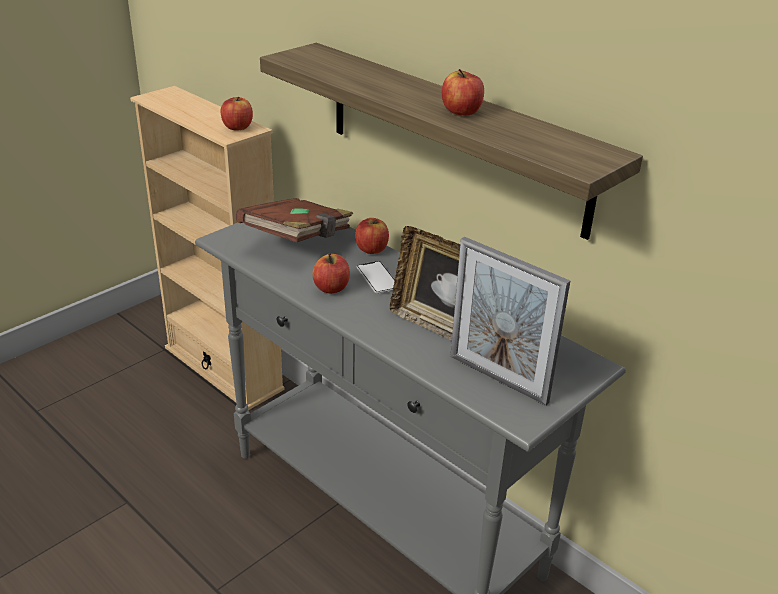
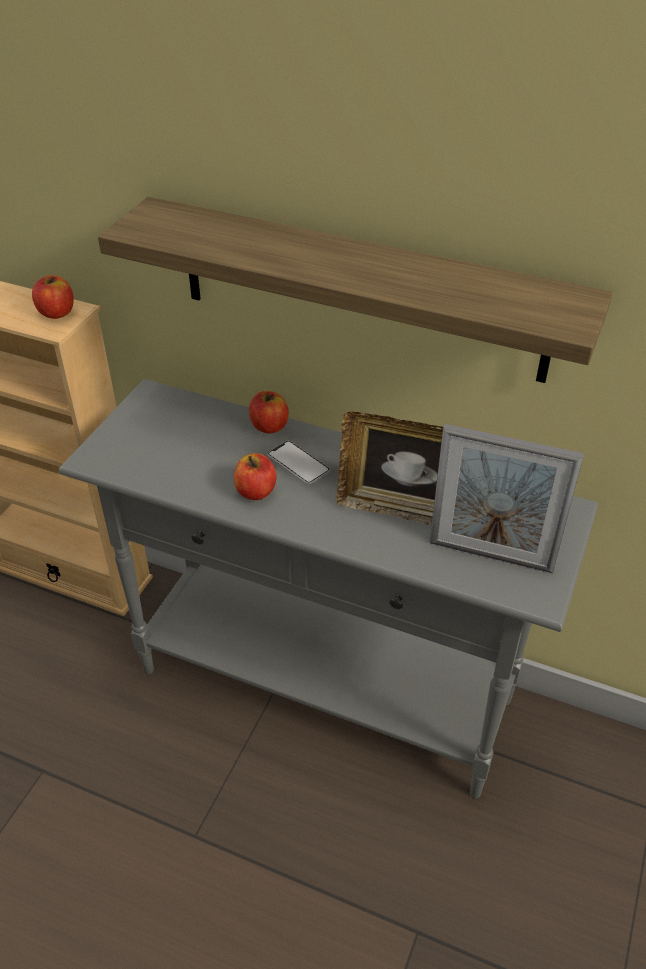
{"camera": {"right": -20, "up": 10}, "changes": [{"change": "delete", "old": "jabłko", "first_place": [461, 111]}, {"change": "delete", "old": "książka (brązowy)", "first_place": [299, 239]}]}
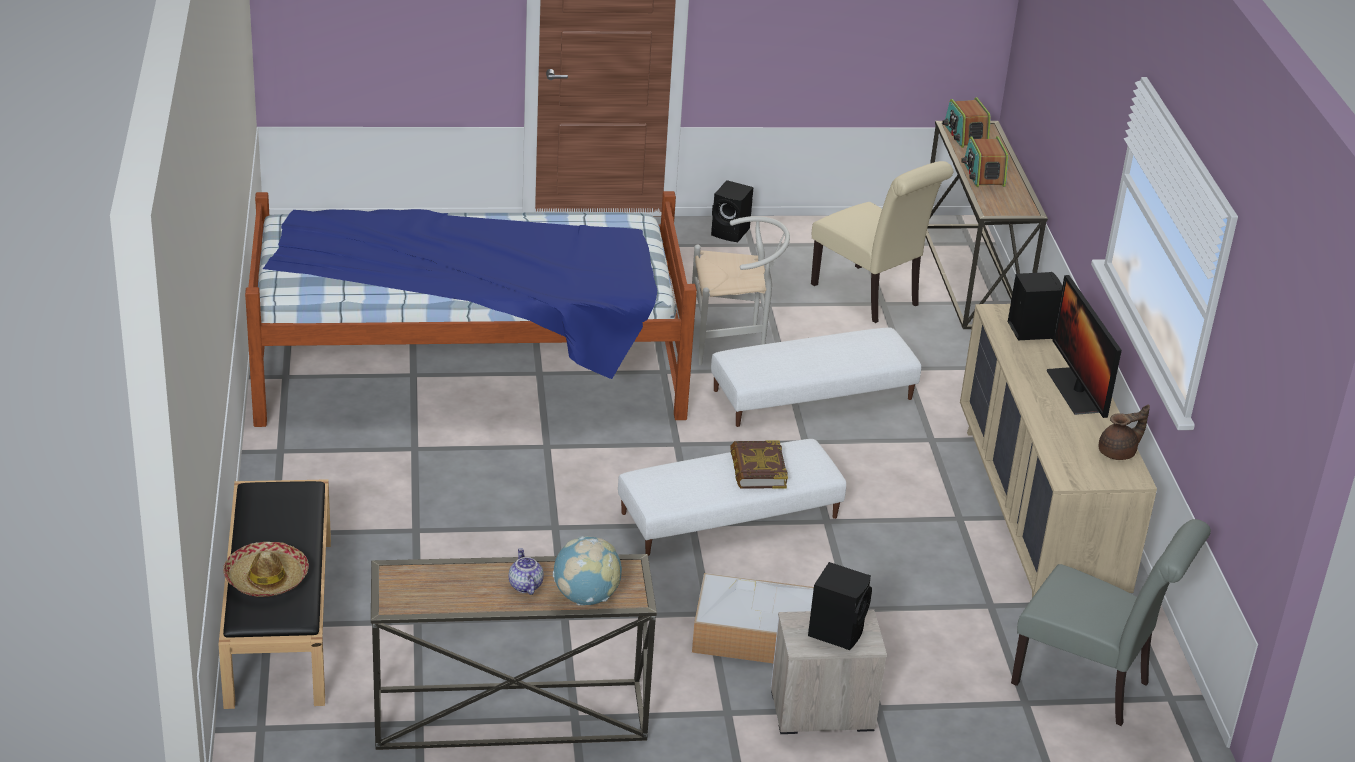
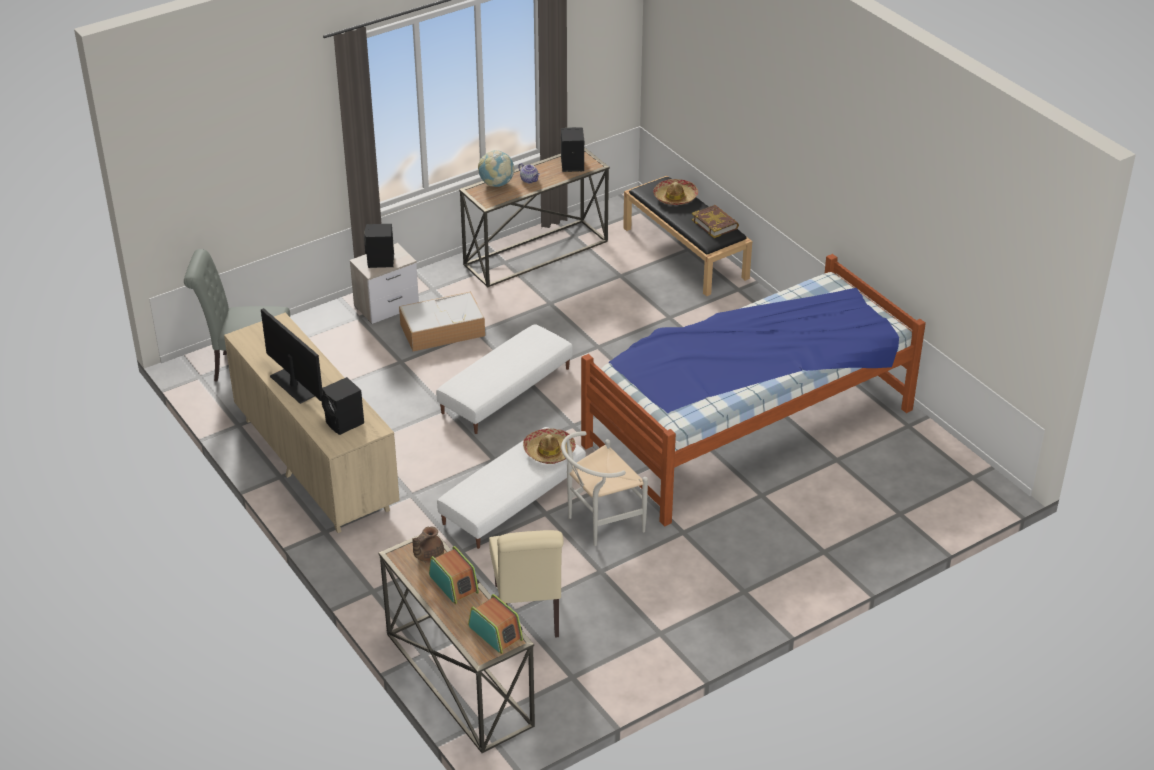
{"camera": {"right": 155, "up": 5}, "changes": [{"change": "rotate", "old": "krzesło (beżowy)", "first_place": [870, 297], "second_place": [528, 614], "degrees": -120}, {"change": "move", "old": "głośnik (czarny)", "first_place": [731, 232], "second_place": [571, 165]}, {"change": "move", "old": "imbryk (brązowy)", "first_place": [1118, 453], "second_place": [428, 556]}, {"change": "move", "old": "książka", "first_place": [757, 470], "second_place": [715, 224]}, {"change": "insert", "new": "kapelusz", "second_place": [549, 451]}]}
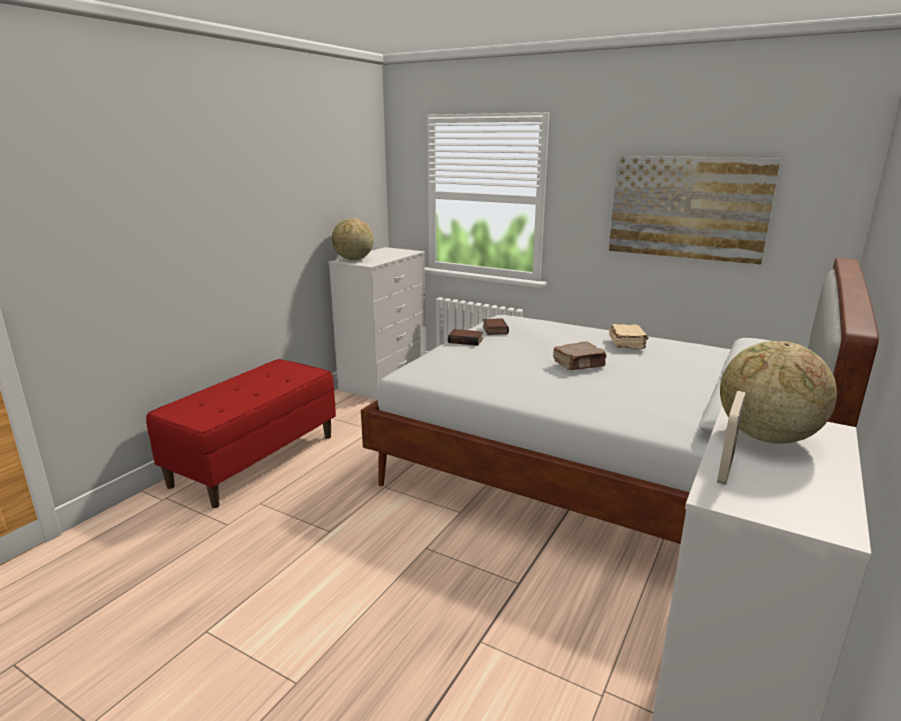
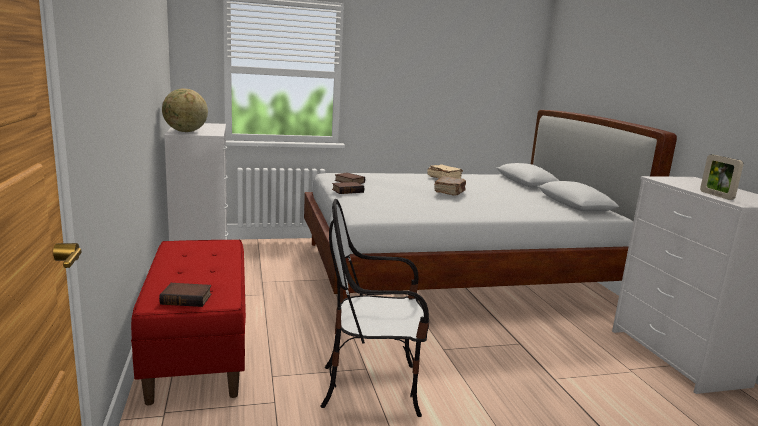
{"camera": {"right": -45, "up": -5}, "changes": [{"change": "delete", "old": "obraz", "first_place": [687, 208]}, {"change": "delete", "old": "globus", "first_place": [765, 437]}, {"change": "insert", "new": "krzesło", "second_place": [372, 387]}, {"change": "insert", "new": "książka", "second_place": [187, 298]}]}
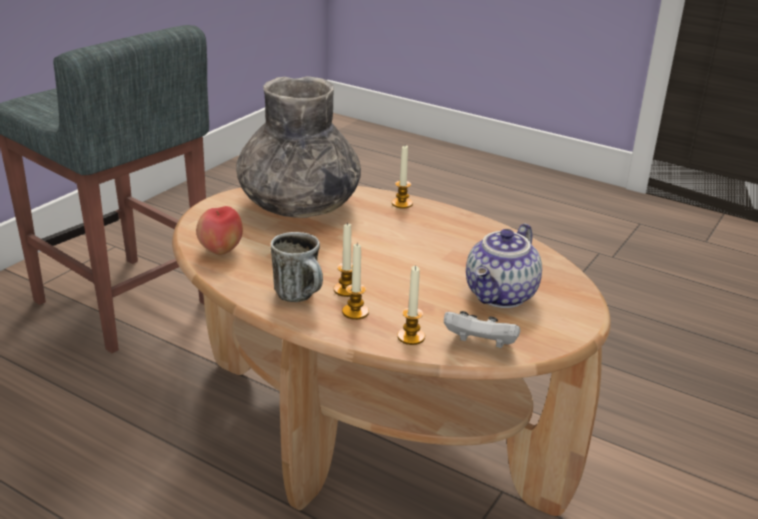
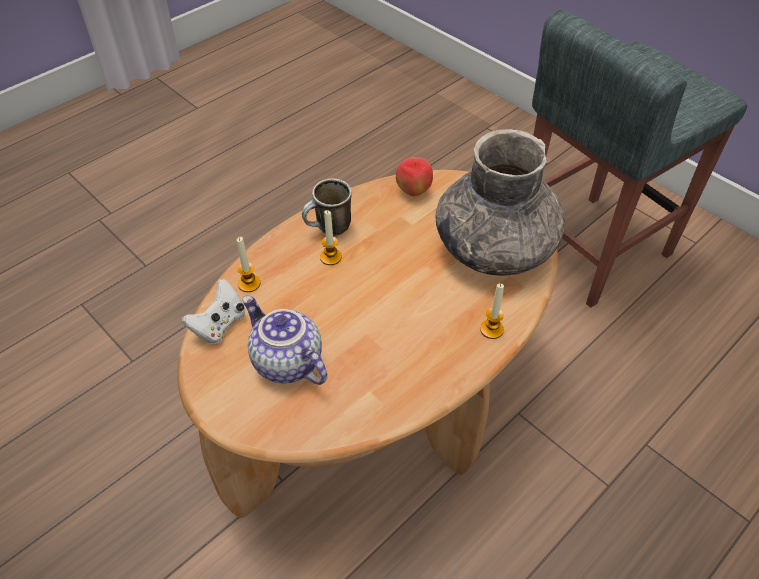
{"camera": {"right": 105, "up": 20}, "changes": [{"change": "delete", "old": "świeca", "first_place": [355, 312]}]}
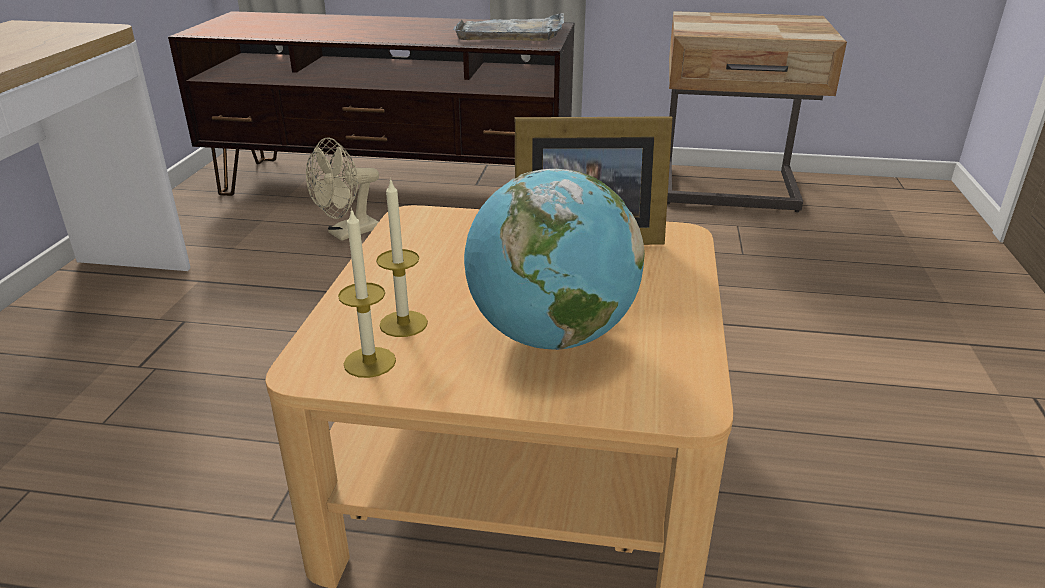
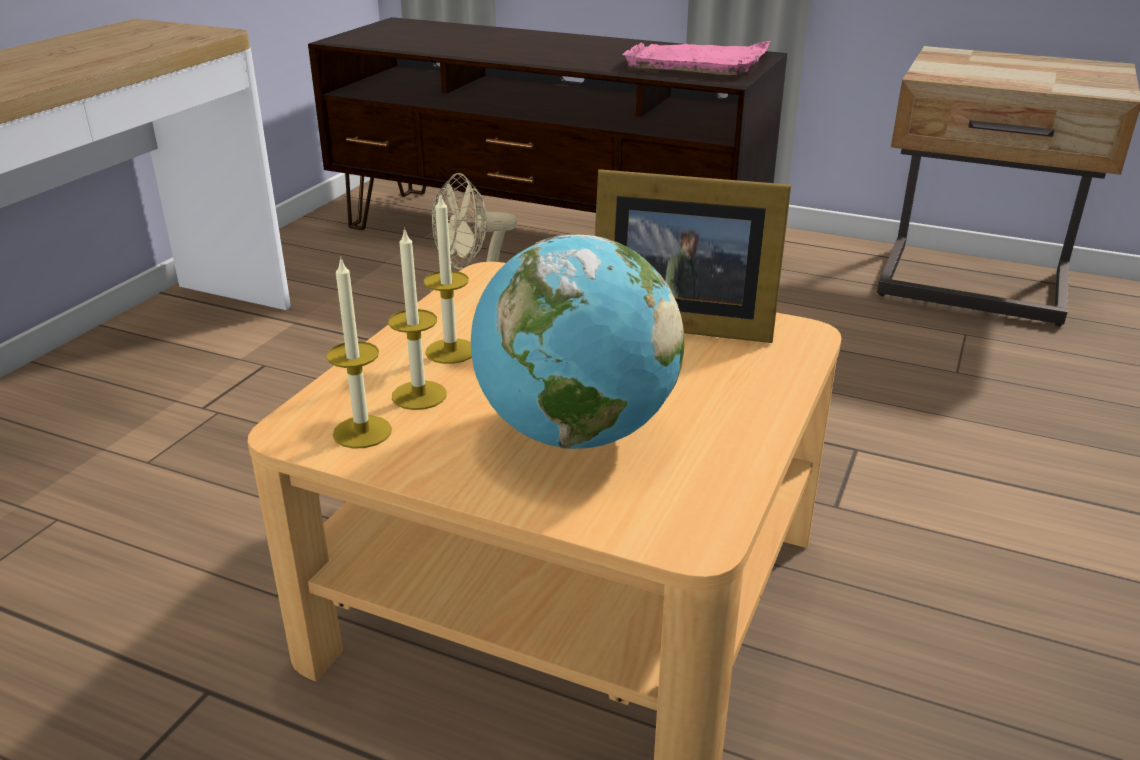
{"camera": {"right": 15, "up": 0}, "changes": [{"change": "recolor", "old": "taca (szary)", "new": "taca (różowy)", "first_place": [511, 33], "second_place": [698, 62]}, {"change": "insert", "new": "świeca", "second_place": [451, 351]}]}
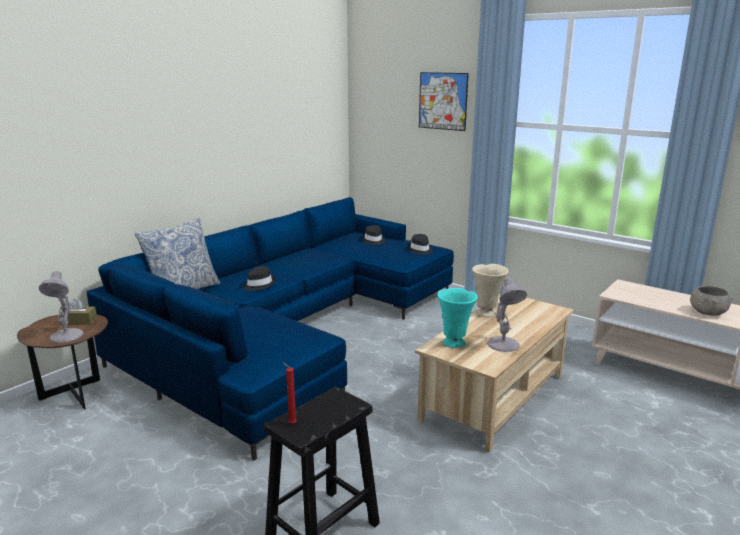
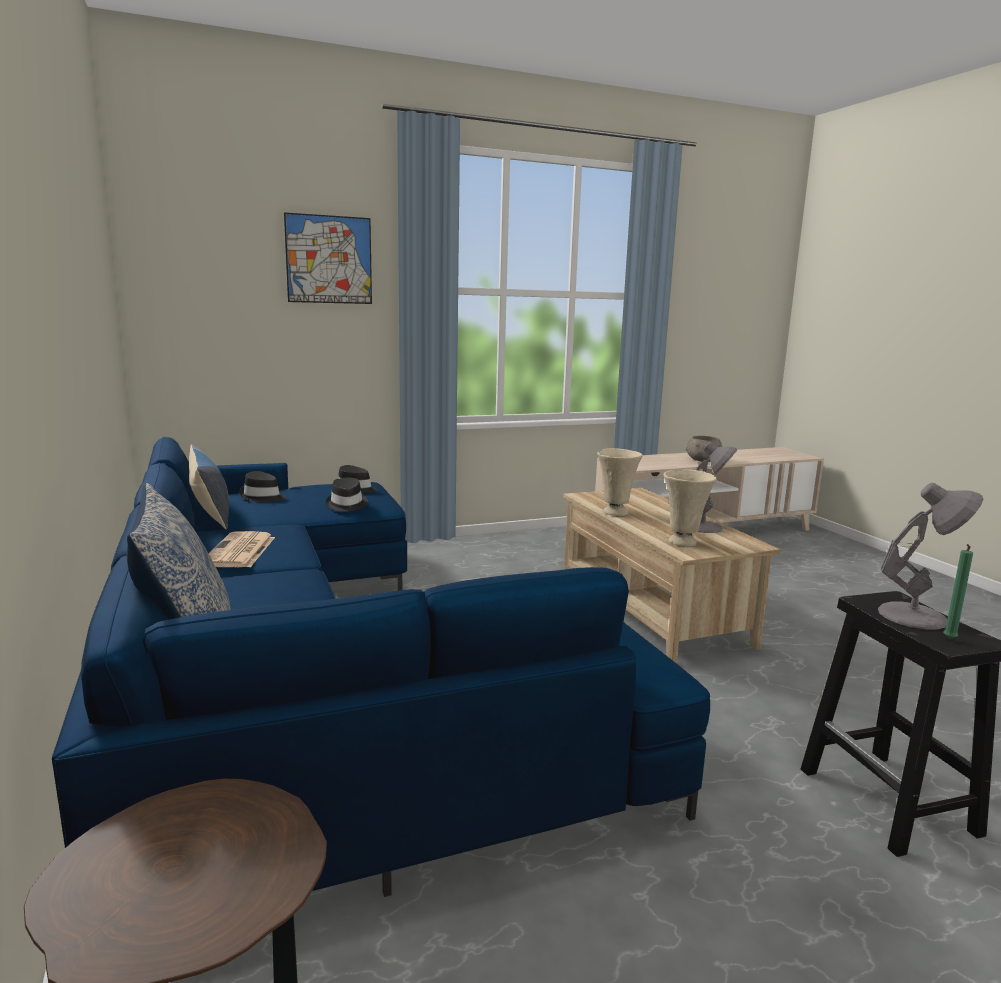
{"camera": {"right": -60, "up": -5}, "changes": [{"change": "move", "old": "kapelusz (czarny)", "first_place": [259, 284], "second_place": [346, 504]}, {"change": "move", "old": "lampa stołowa (szary)", "first_place": [66, 336], "second_place": [916, 616]}, {"change": "recolor", "old": "wazon (turkusowy)", "new": "wazon (beżowy)", "first_place": [455, 343], "second_place": [683, 542]}, {"change": "delete", "old": "pudełko chusteczek (brązowy)", "first_place": [79, 321]}, {"change": "recolor", "old": "świeca (czerwony)", "new": "świeca (zielony)", "first_place": [291, 423], "second_place": [949, 639]}, {"change": "insert", "new": "poduszka", "second_place": [210, 513]}, {"change": "insert", "new": "gazeta", "second_place": [240, 551]}]}
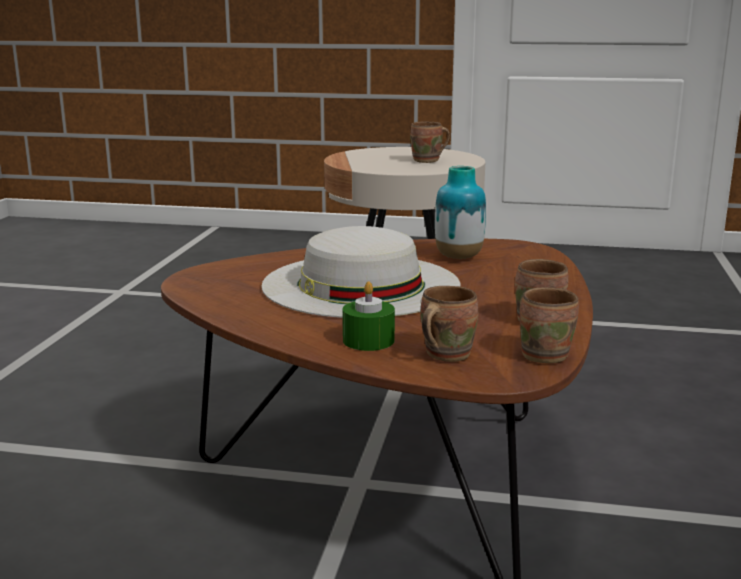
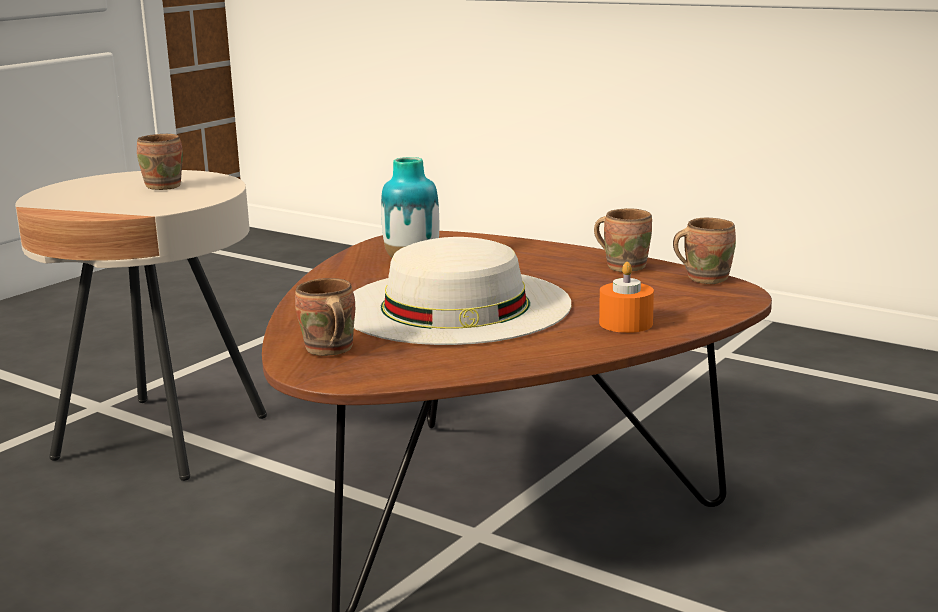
{"camera": {"right": -65, "up": 0}, "changes": [{"change": "recolor", "old": "świeca (zielony)", "new": "świeca (pomarańczowy)", "first_place": [368, 340], "second_place": [626, 323]}, {"change": "move", "old": "kubek (brązowy)", "first_place": [443, 354], "second_place": [327, 350]}]}
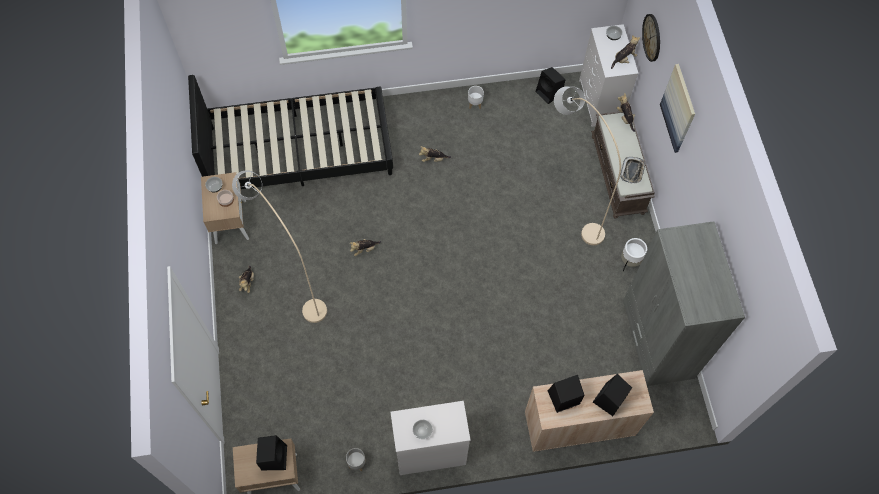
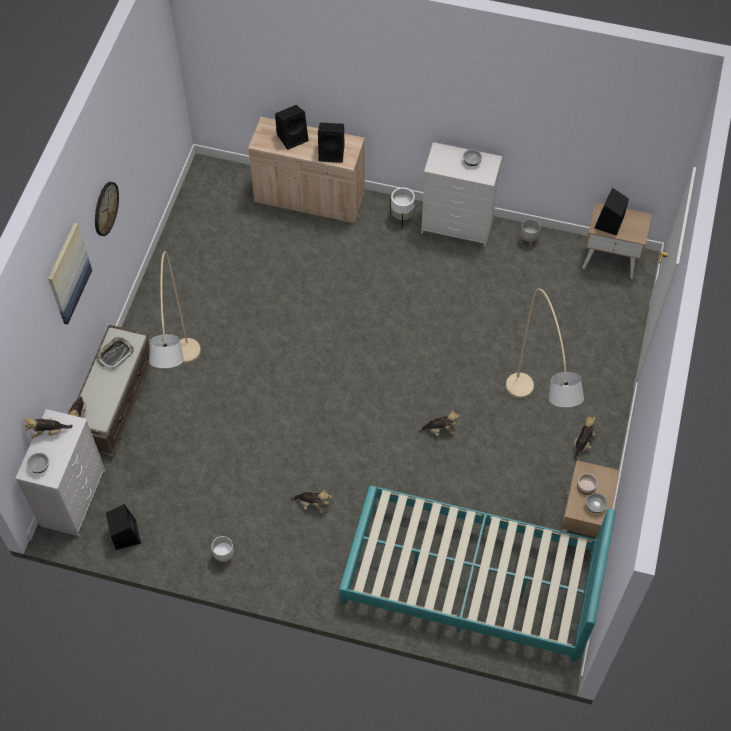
{"camera": {"right": -155, "up": -5}, "changes": [{"change": "move", "old": "zegar ścienny", "first_place": [652, 37], "second_place": [105, 208]}, {"change": "recolor", "old": "łóżko (czarny)", "new": "łóżko (turkusowy)", "first_place": [299, 151], "second_place": [470, 581]}, {"change": "delete", "old": "szafa (szary)", "first_place": [657, 340]}, {"change": "move", "old": "donica (biały)", "first_place": [630, 262], "second_place": [402, 218]}]}
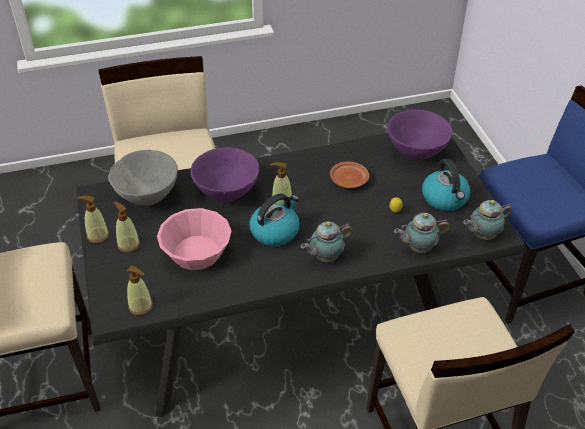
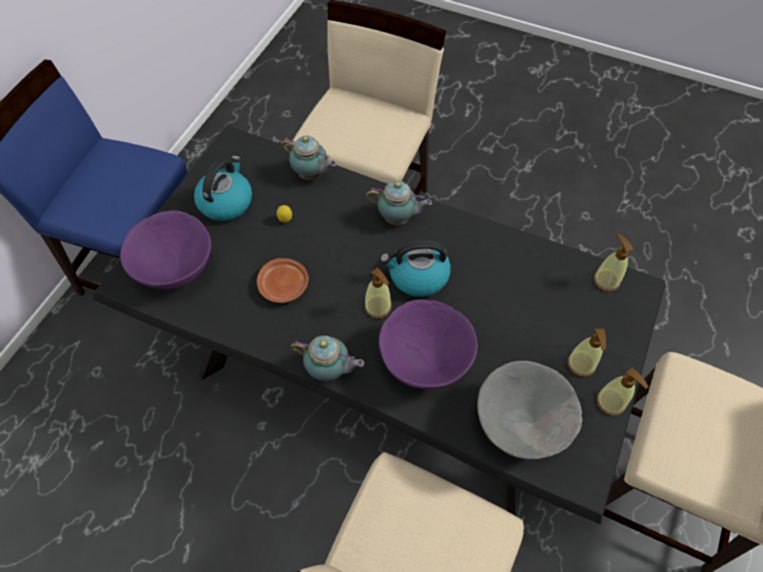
{"camera": {"right": -140, "up": 15}, "changes": [{"change": "move", "old": "imbryk", "first_place": [482, 235], "second_place": [330, 370]}, {"change": "delete", "old": "miska (różowy)", "first_place": [196, 252]}]}
